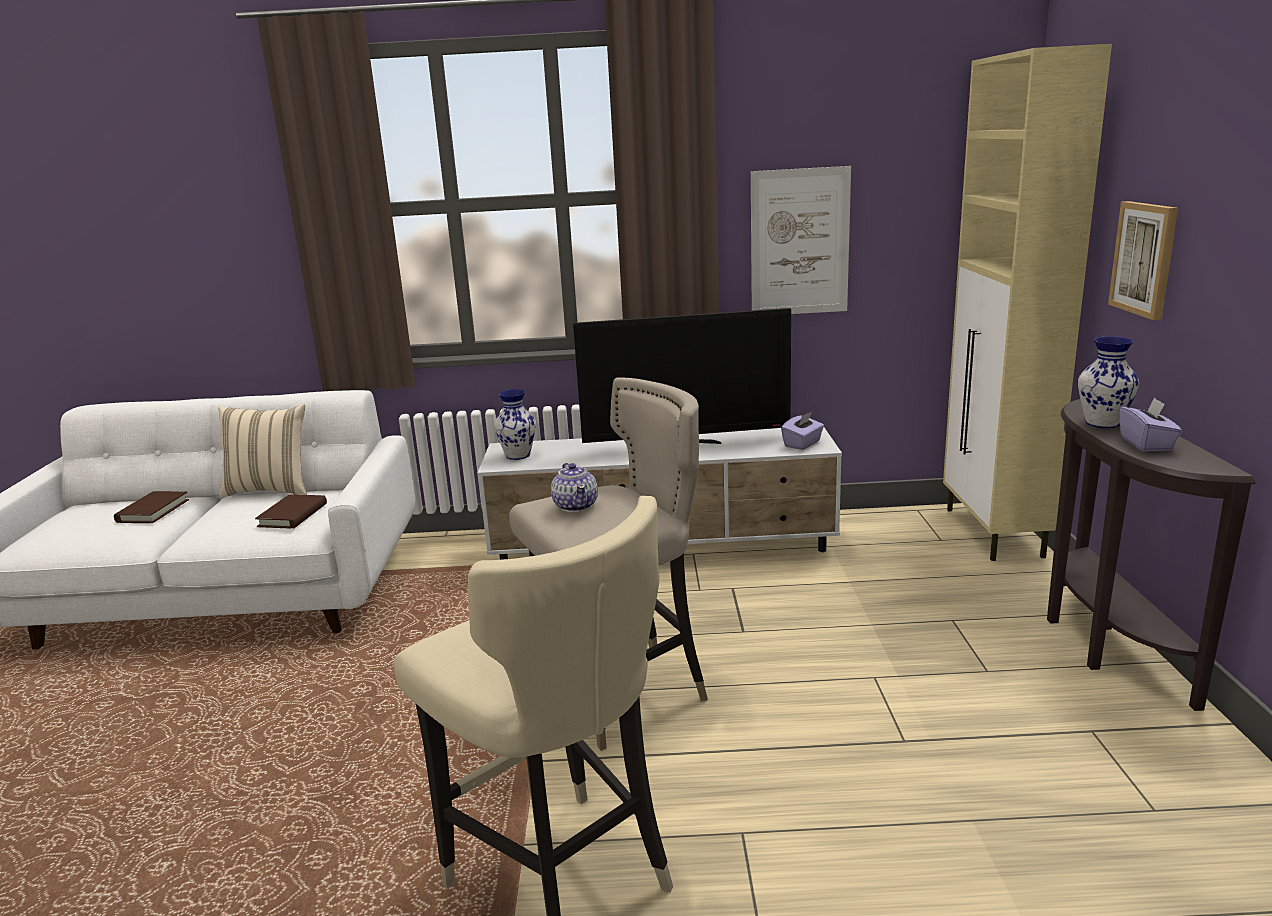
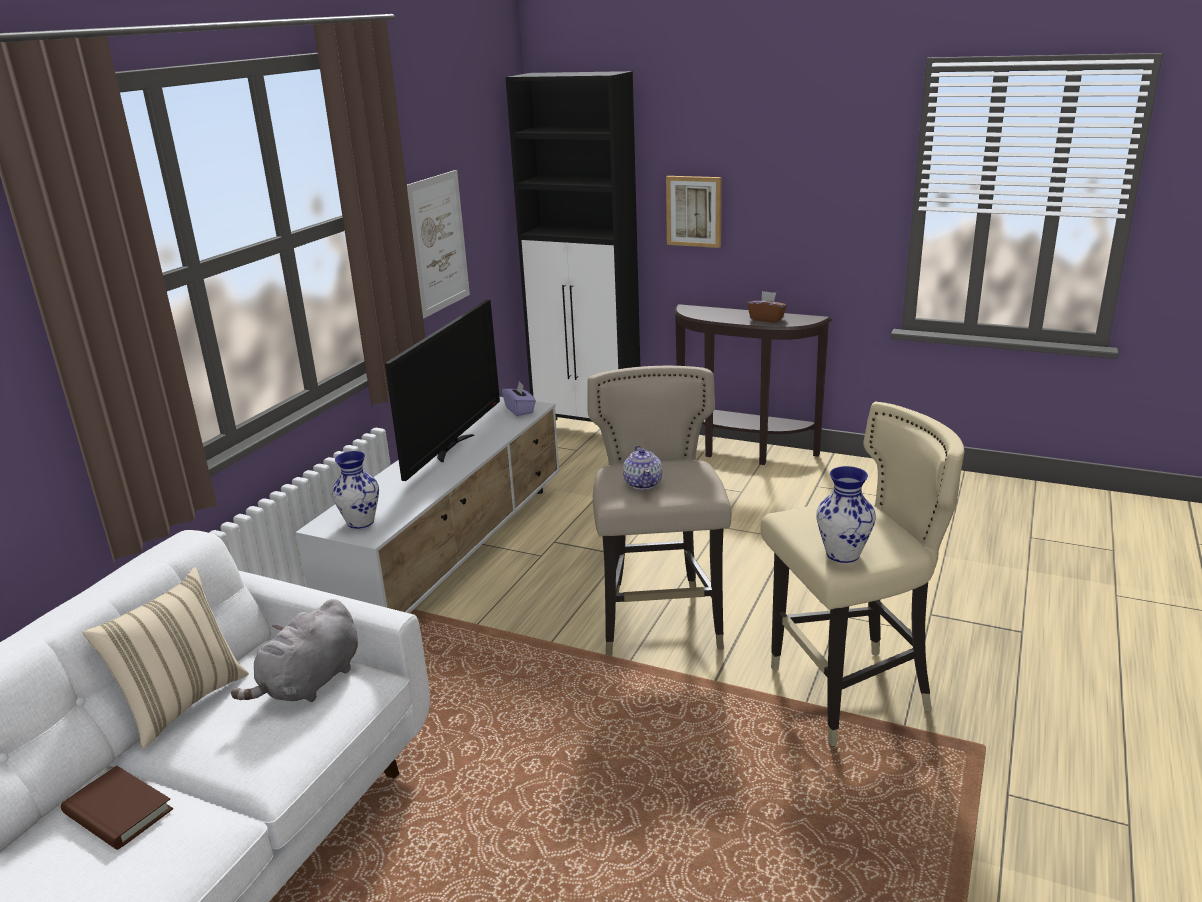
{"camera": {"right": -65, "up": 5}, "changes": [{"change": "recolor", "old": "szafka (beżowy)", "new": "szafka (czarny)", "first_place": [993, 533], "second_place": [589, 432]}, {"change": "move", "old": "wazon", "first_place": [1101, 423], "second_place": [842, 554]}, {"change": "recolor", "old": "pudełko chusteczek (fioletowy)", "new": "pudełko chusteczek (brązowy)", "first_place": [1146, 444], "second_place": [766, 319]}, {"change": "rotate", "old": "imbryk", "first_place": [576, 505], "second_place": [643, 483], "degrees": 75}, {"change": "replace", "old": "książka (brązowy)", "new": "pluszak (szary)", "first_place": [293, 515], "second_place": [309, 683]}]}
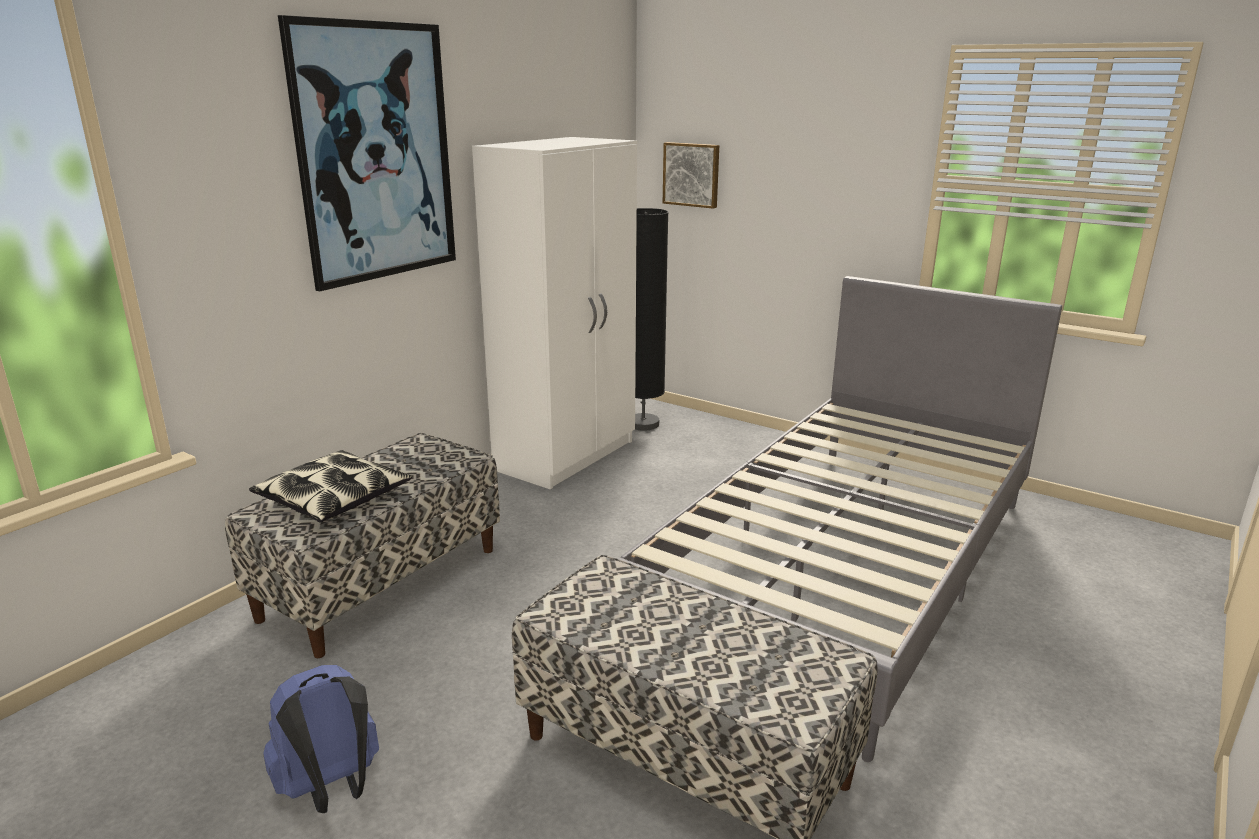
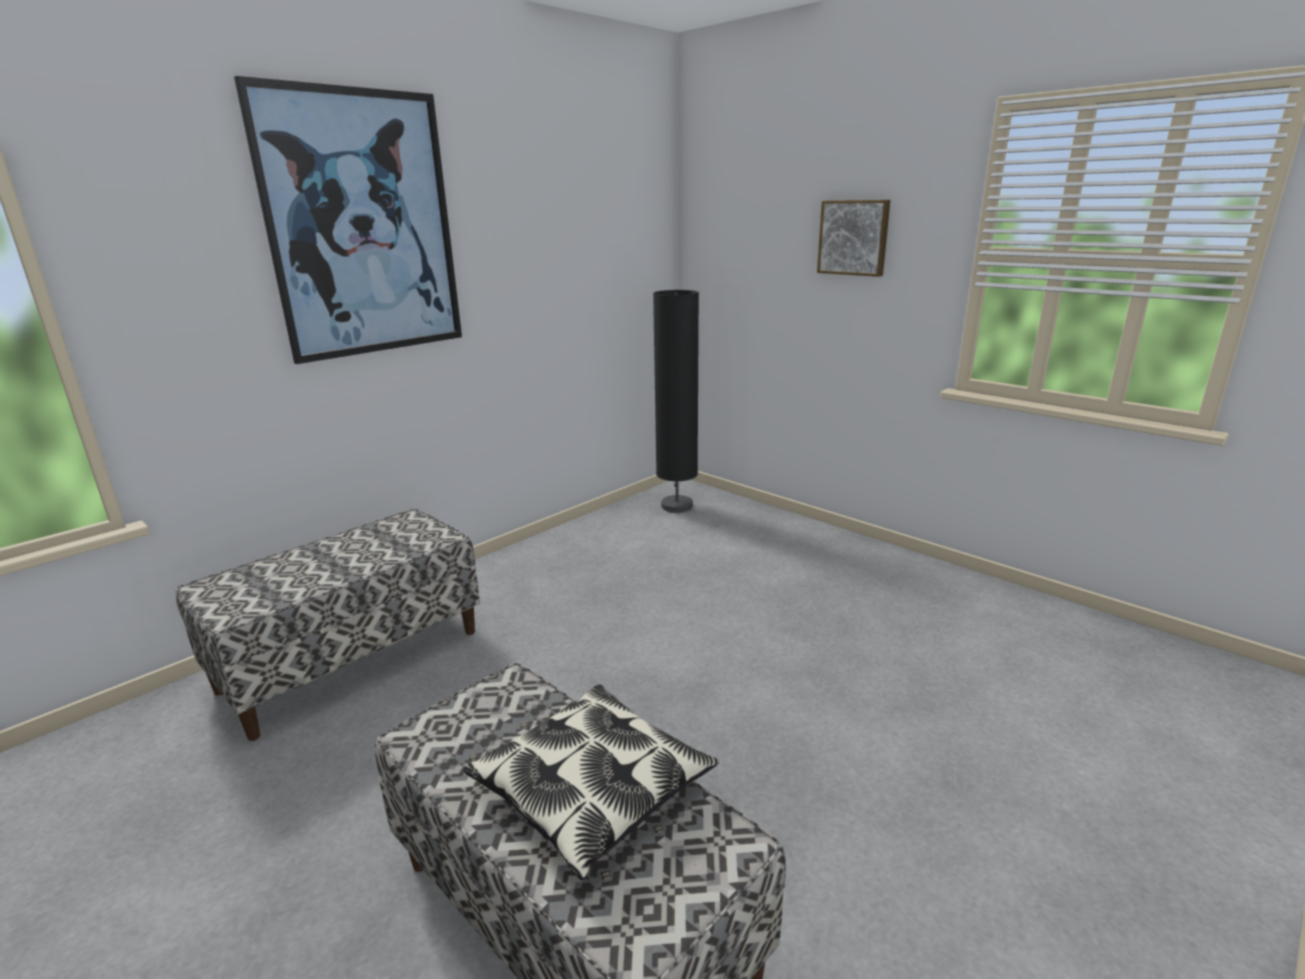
{"camera": {"right": 10, "up": 0}, "changes": [{"change": "delete", "old": "szafa (biały)", "first_place": [567, 455]}, {"change": "move", "old": "obraz", "first_place": [692, 174], "second_place": [854, 237]}, {"change": "delete", "old": "łóżko (szary)", "first_place": [846, 567]}, {"change": "move", "old": "poduszka", "first_place": [334, 499], "second_place": [592, 788]}, {"change": "delete", "old": "plecak (niebieski)", "first_place": [331, 789]}]}
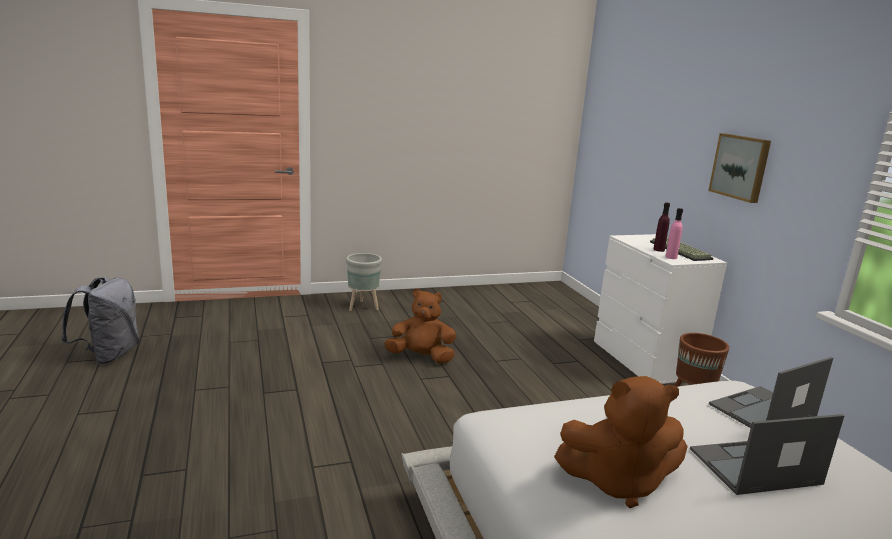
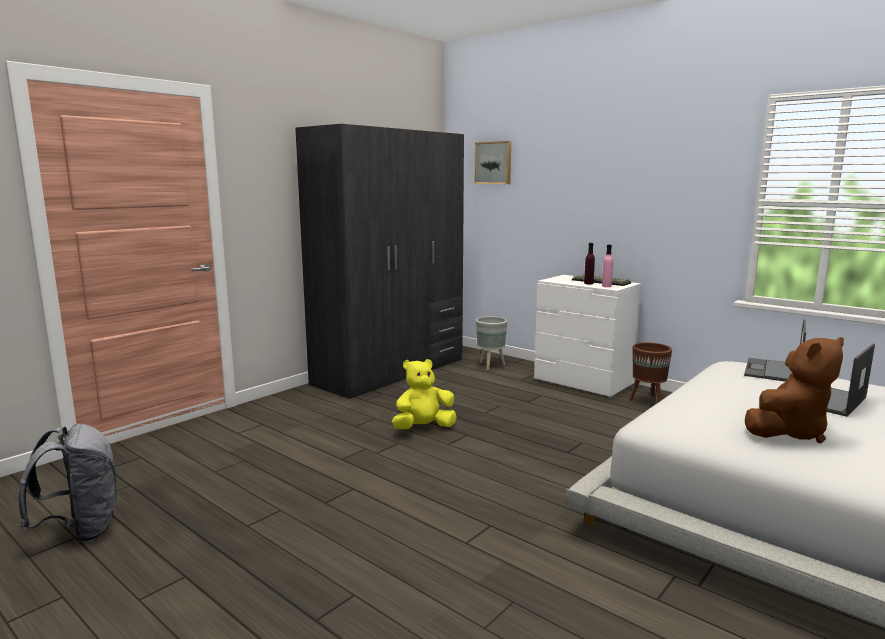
{"camera": {"right": -30, "up": -5}, "changes": [{"change": "move", "old": "obraz", "first_place": [740, 167], "second_place": [493, 163]}, {"change": "move", "old": "donica (szary)", "first_place": [363, 307], "second_place": [491, 365]}, {"change": "recolor", "old": "pluszak (brązowy)", "new": "pluszak (żółty)", "first_place": [421, 357], "second_place": [423, 428]}, {"change": "insert", "new": "szafa (szary)", "second_place": [391, 371]}]}
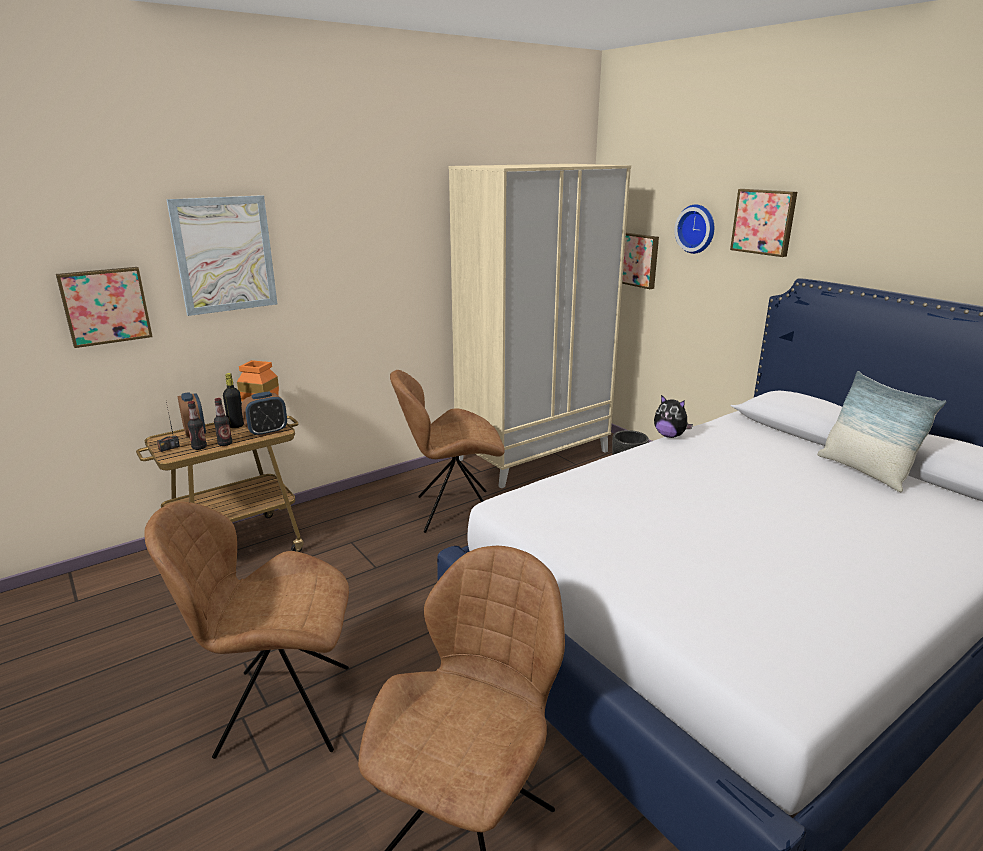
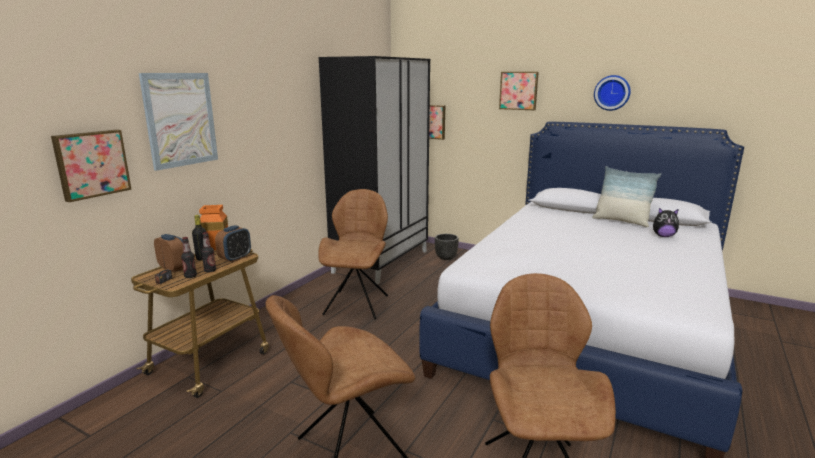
{"camera": {"right": -25, "up": -5}, "changes": [{"change": "recolor", "old": "szafa (beżowy)", "new": "szafa (czarny)", "first_place": [533, 455], "second_place": [381, 261]}, {"change": "move", "old": "zegar ścienny", "first_place": [697, 229], "second_place": [612, 93]}, {"change": "rotate", "old": "krzesło (brązowy)", "first_place": [452, 511], "second_place": [357, 304], "degrees": 135}, {"change": "move", "old": "pluszak", "first_place": [670, 436], "second_place": [663, 236]}]}
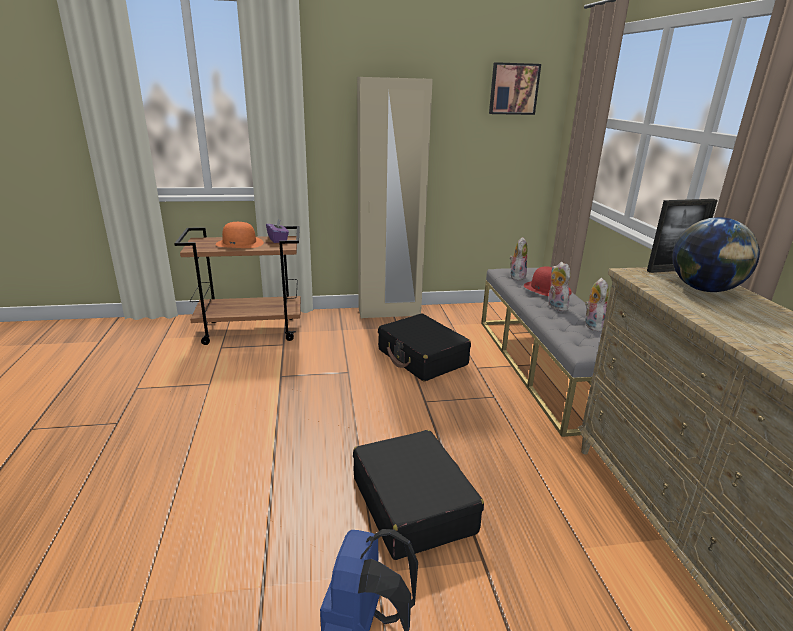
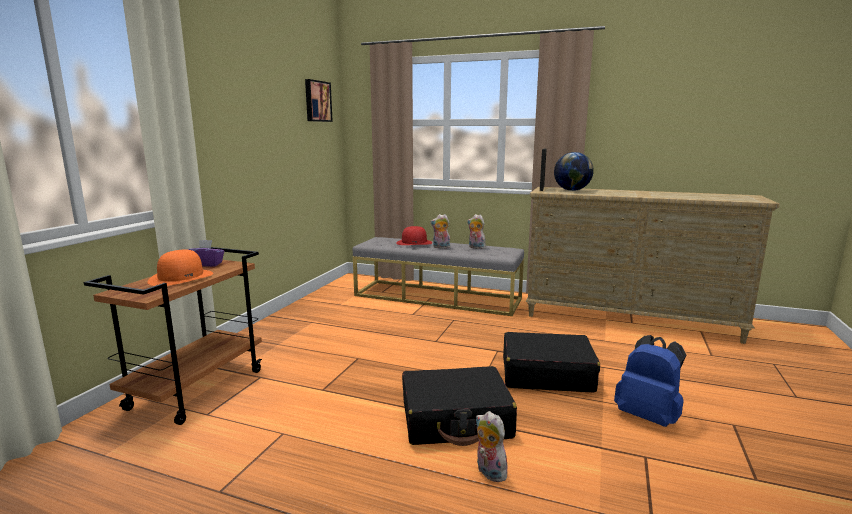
{"camera": {"right": -60, "up": -10}, "changes": [{"change": "delete", "old": "szafa (beżowy)", "first_place": [389, 312]}, {"change": "move", "old": "pluszak", "first_place": [516, 276], "second_place": [488, 472]}, {"change": "move", "old": "walizka (czarny)", "first_place": [422, 357], "second_place": [456, 420]}]}
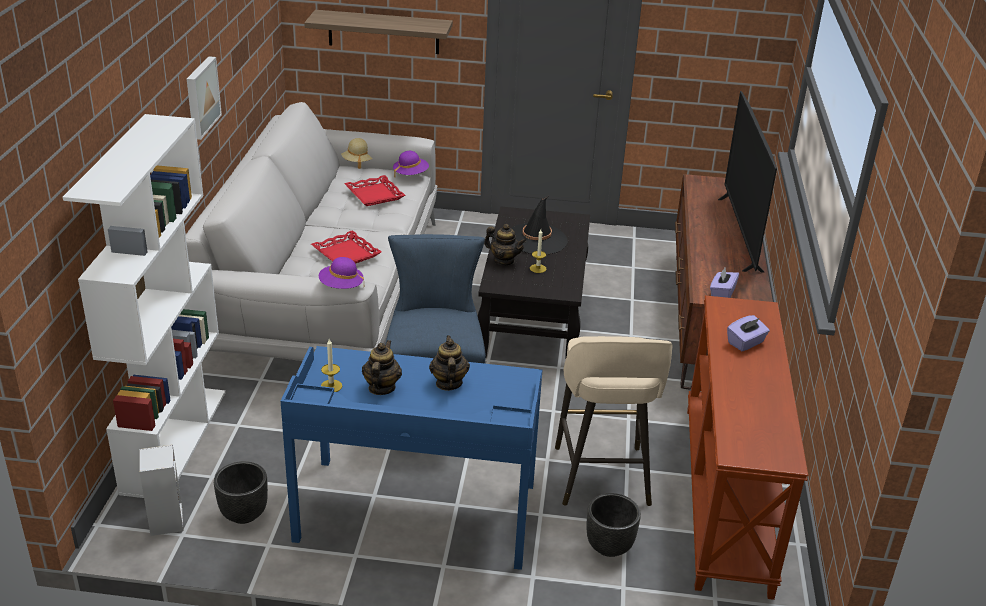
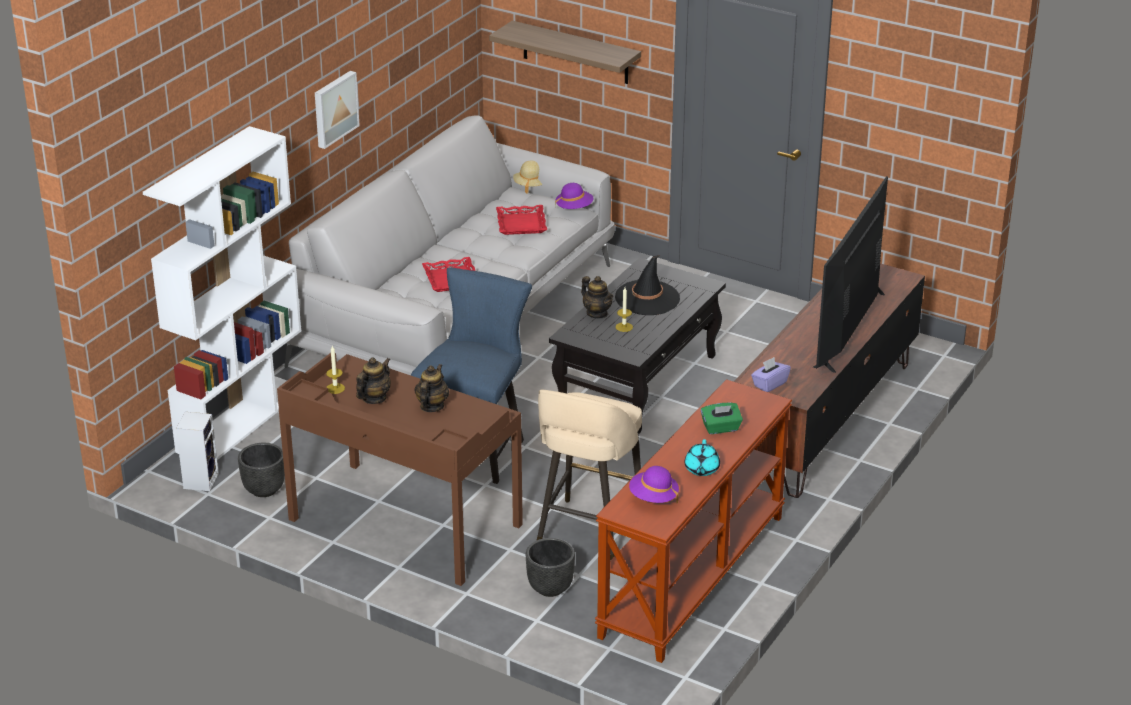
{"camera": {"right": 25, "up": 0}, "changes": [{"change": "move", "old": "kapelusz (fioletowy)", "first_place": [341, 286], "second_place": [653, 497]}, {"change": "recolor", "old": "pudełko chusteczek (fioletowy)", "new": "pudełko chusteczek (zielony)", "first_place": [746, 343], "second_place": [721, 428]}, {"change": "recolor", "old": "biurko (niebieski)", "new": "biurko (brązowy)", "first_place": [416, 513], "second_place": [404, 523]}, {"change": "insert", "new": "imbryk (turkusowy)", "second_place": [701, 469]}]}
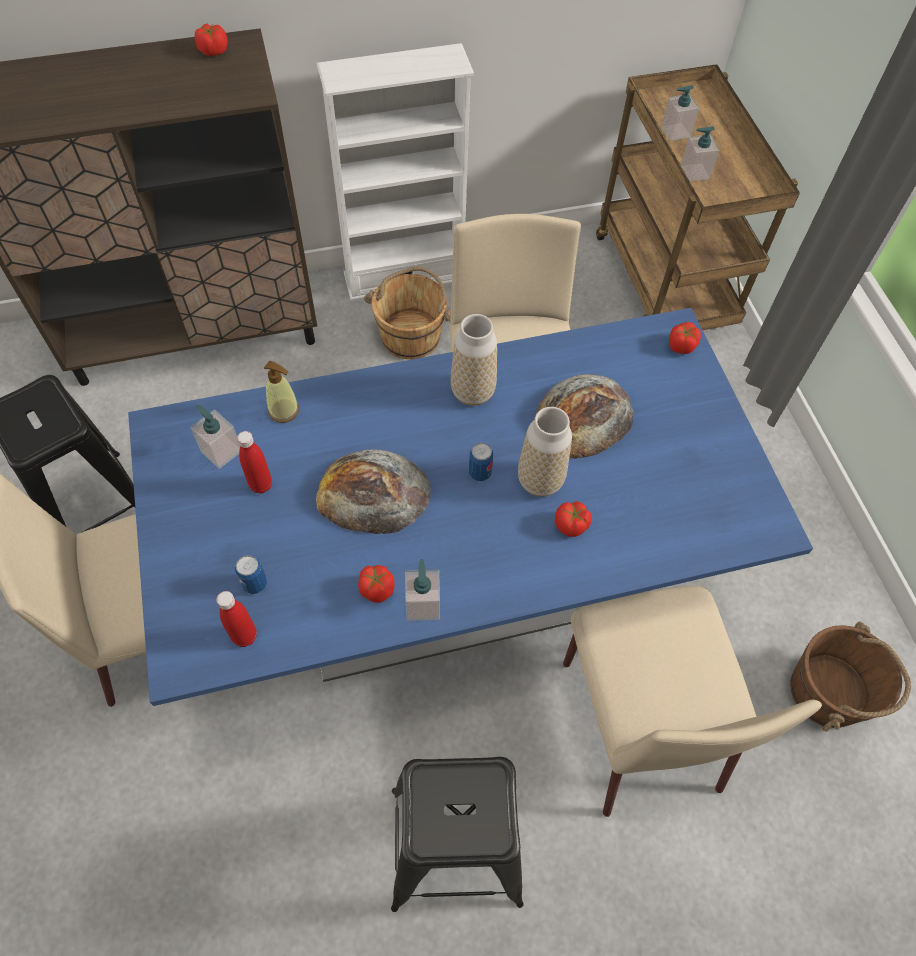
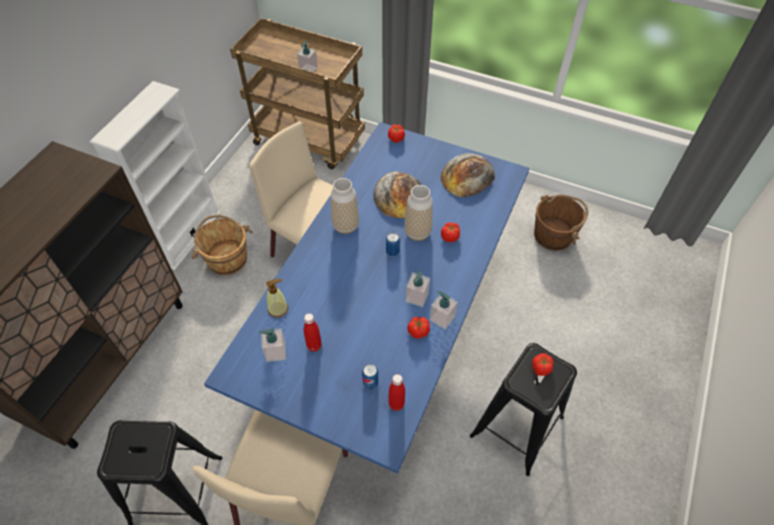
{"camera": {"right": -50, "up": -5}, "changes": [{"change": "move", "old": "pomidor", "first_place": [213, 51], "second_place": [541, 368]}, {"change": "move", "old": "dozownik mydła", "first_place": [675, 132], "second_place": [417, 297]}, {"change": "move", "old": "chleb", "first_place": [373, 492], "second_place": [467, 175]}, {"change": "delete", "old": "krzesło (beżowy)", "first_place": [638, 720]}]}
